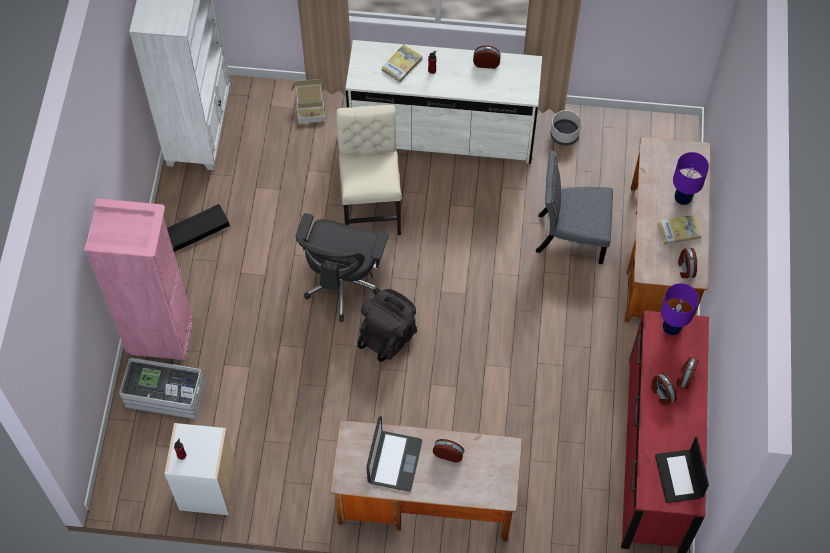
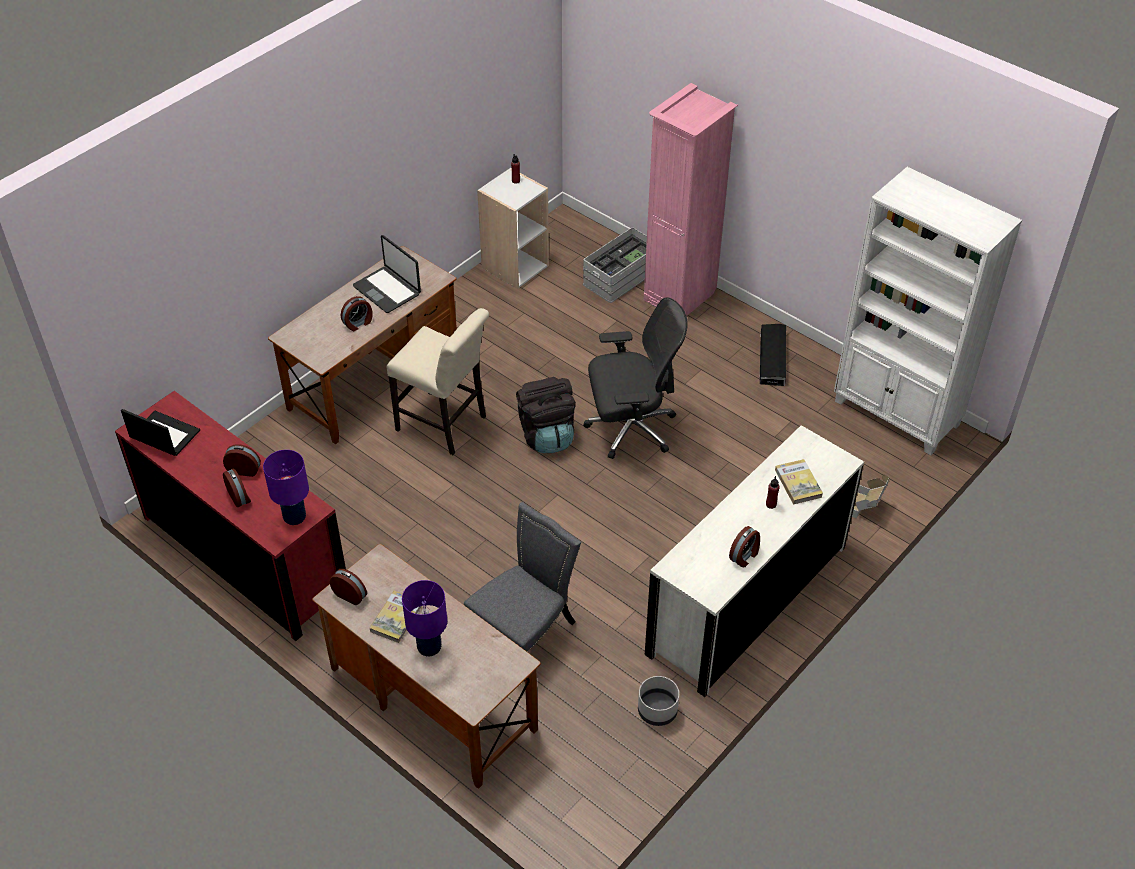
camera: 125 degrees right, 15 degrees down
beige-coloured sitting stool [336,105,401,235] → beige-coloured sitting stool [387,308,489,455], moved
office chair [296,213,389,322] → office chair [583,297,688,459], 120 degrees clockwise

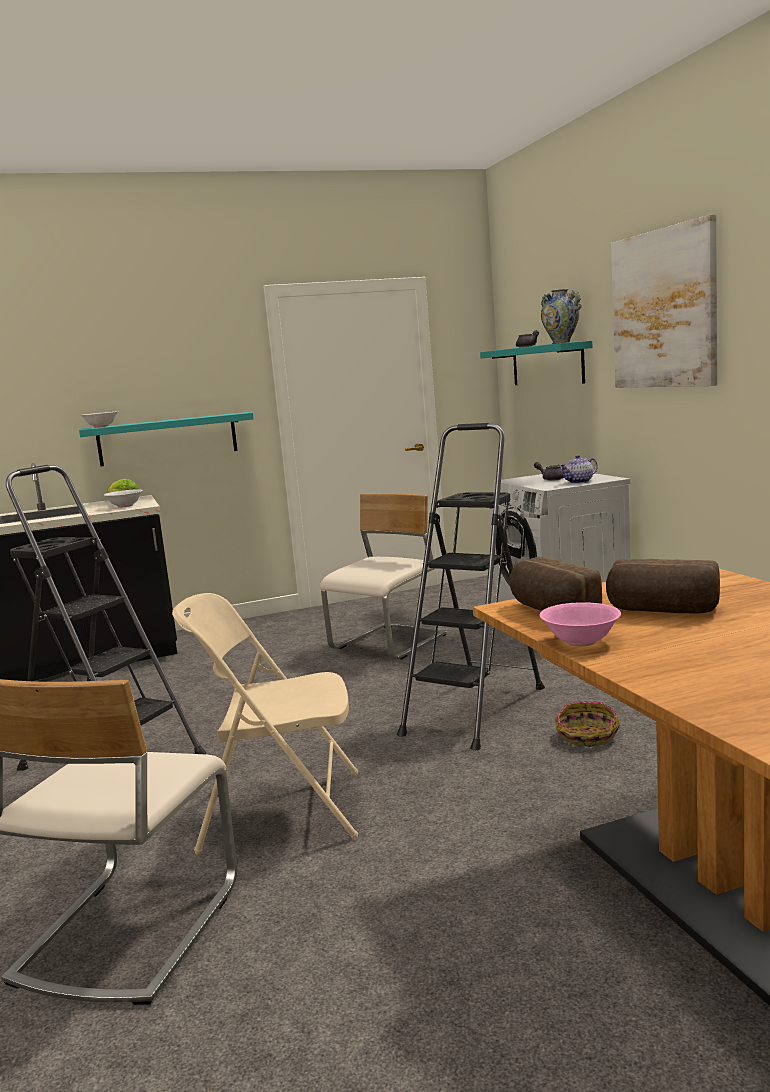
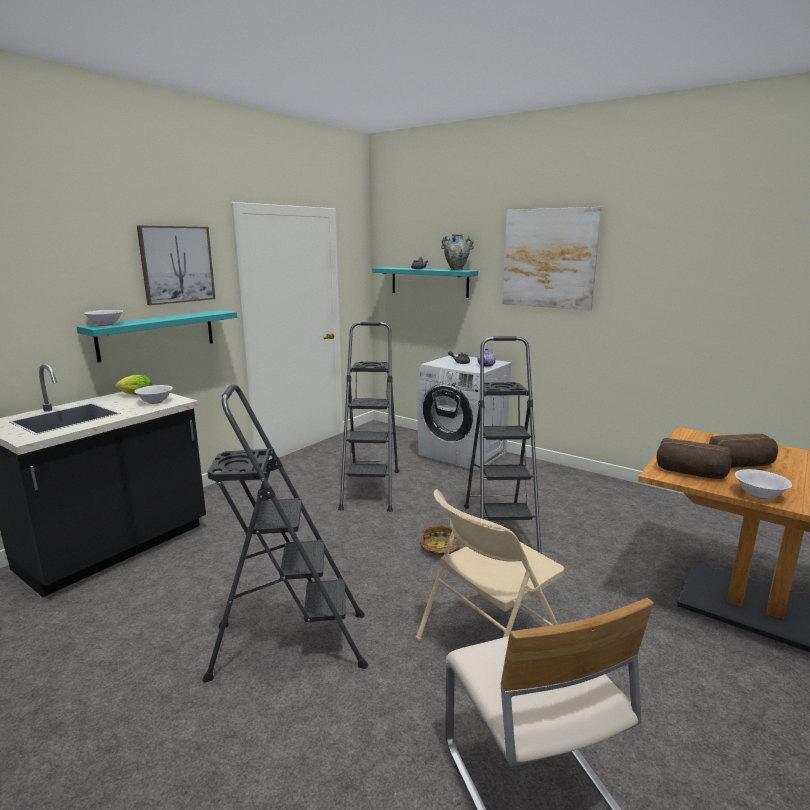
camera: 35 degrees left, 5 degrees up
beige-coloured chair [320,493,447,659] → step stool [338,322,399,512]
pink-coloured bowl [540,602,621,646] → whitish bowl [735,469,792,499]
basket [555,701,620,747] → basket [420,525,461,558], moved
- → wall picture [137,225,215,305]

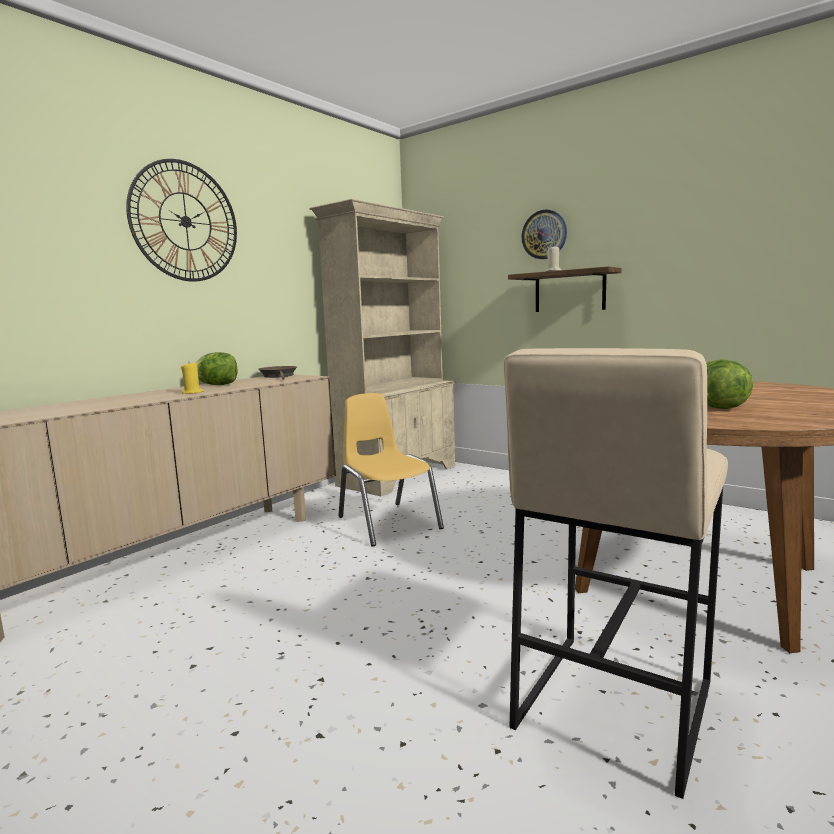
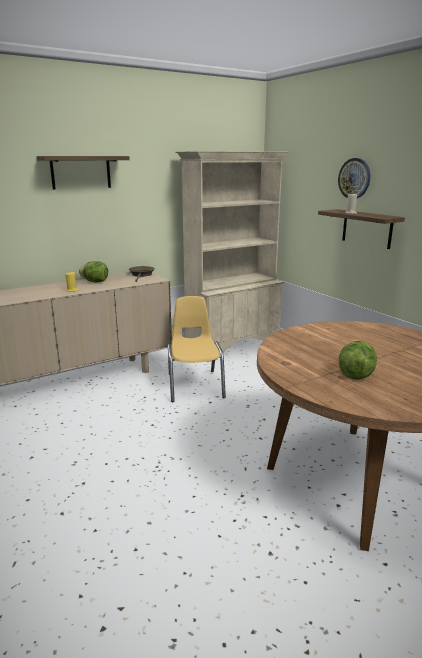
camera: 20 degrees right, 10 degrees up
hanging clock [126,159,237,282] → wall shelf [37,156,130,190]
beige-coloured sitting stool [504,348,728,799] → -

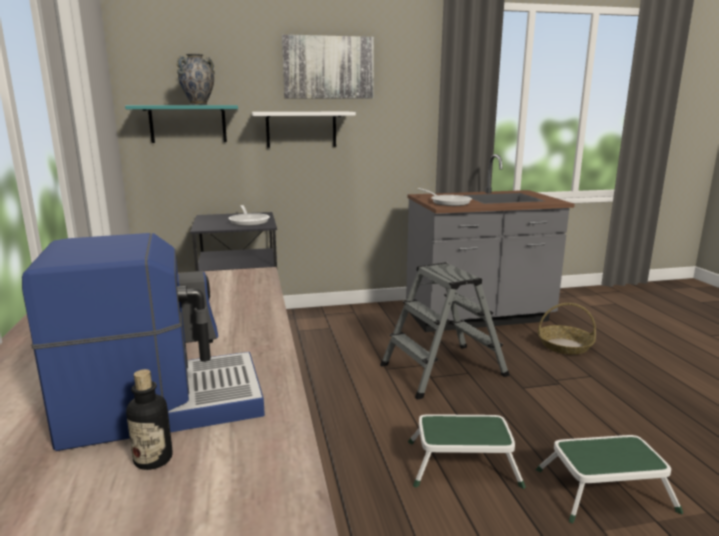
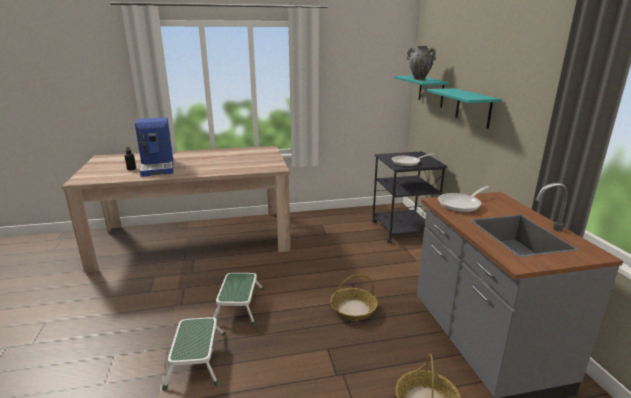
camera: 90 degrees right, 5 degrees up
wall picture [282,34,374,99] → -
whitish wall shelf [252,112,356,148] → turquoise-coloured wall shelf [427,88,501,129]
grey step stool [380,262,510,399] → basket [330,274,378,321]

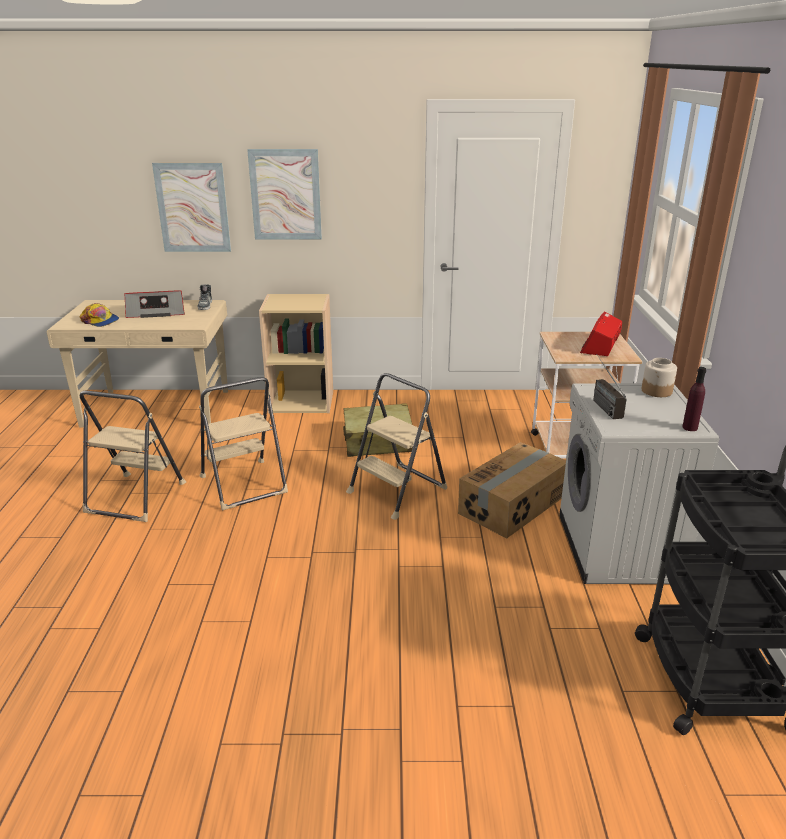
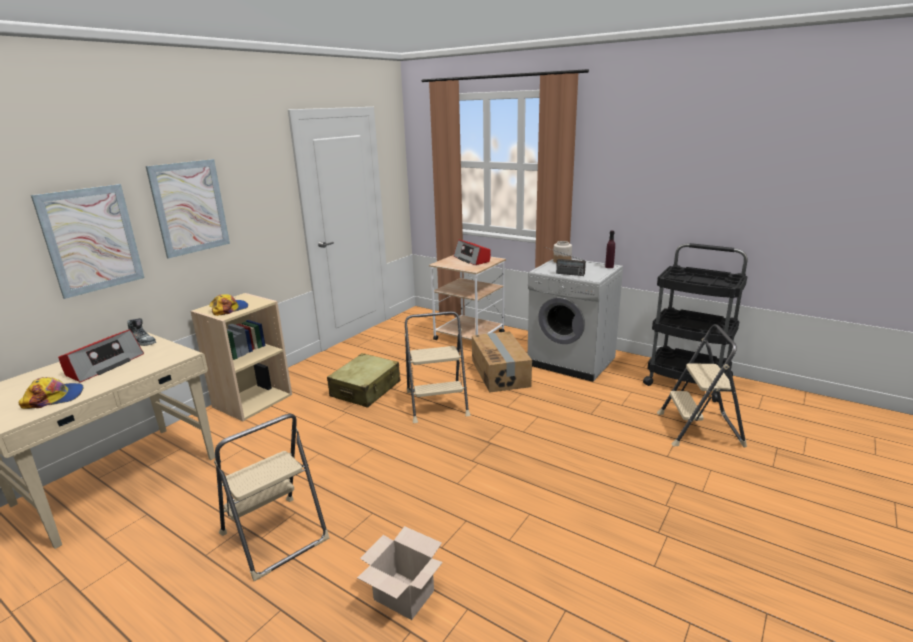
camera: 55 degrees left, 5 degrees down
beige-coloured step stool [199,377,288,510] → beige-coloured step stool [657,324,747,448], moved
- → baseball cap [209,294,248,316]
- → carton [357,526,443,620]

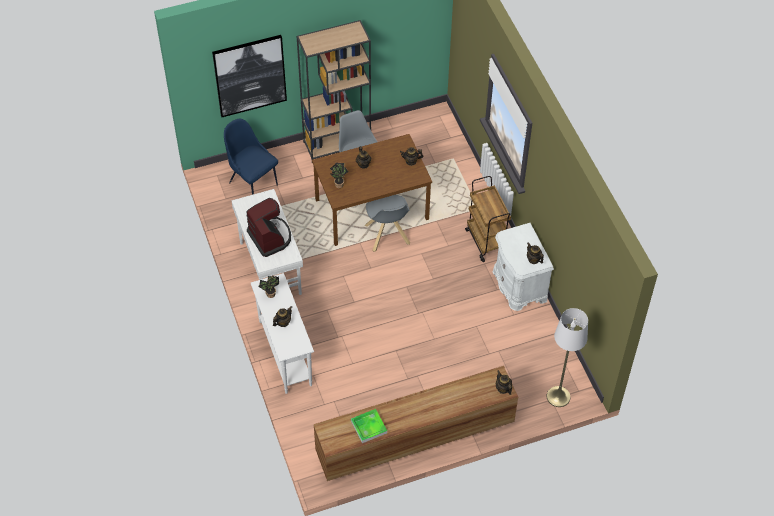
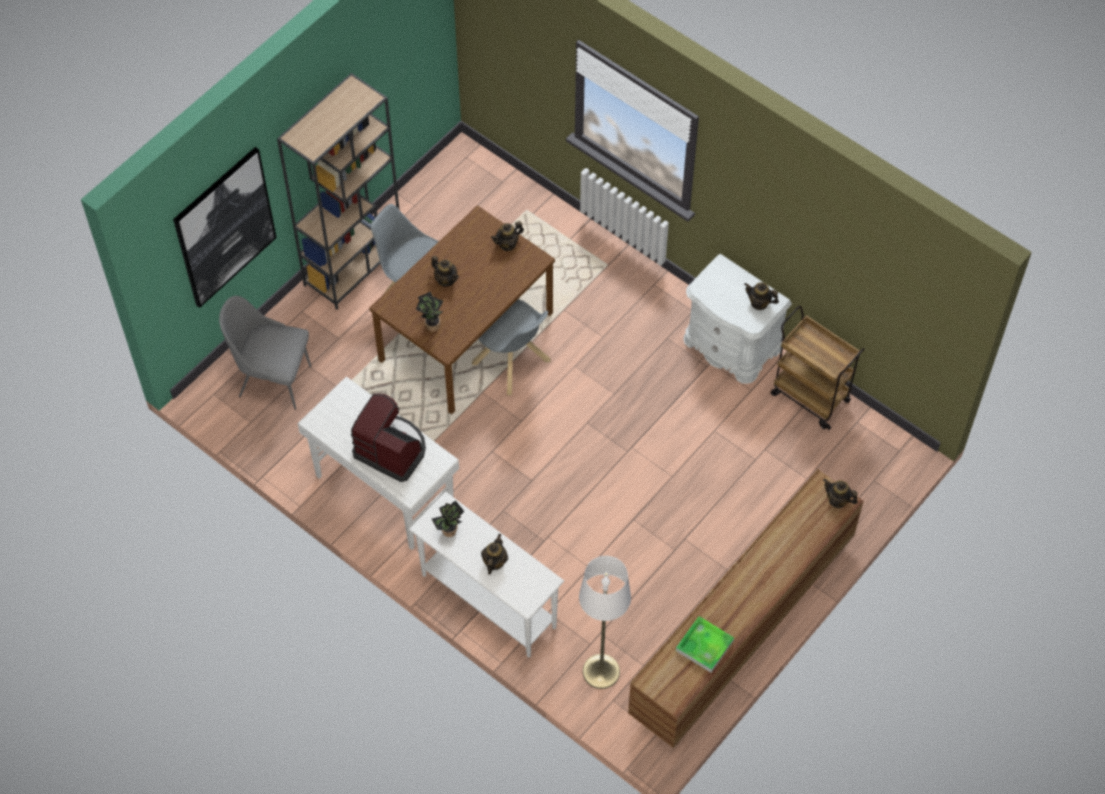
camera: 30 degrees left, 5 degrees up
blue-coloured chair [224,119,278,195] → grey chair [219,296,311,410]
brown-coloured trolley [465,176,511,262] → brown-coloured trolley [771,306,865,430], moved
whitish standard lamp [547,308,588,407] → whitish standard lamp [579,556,631,689], moved

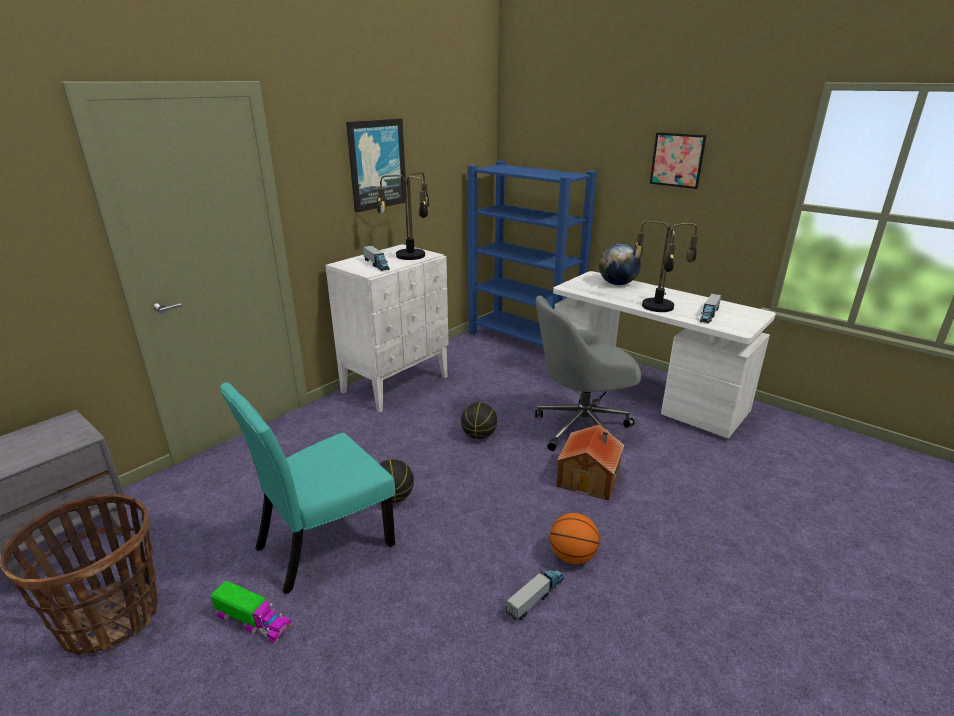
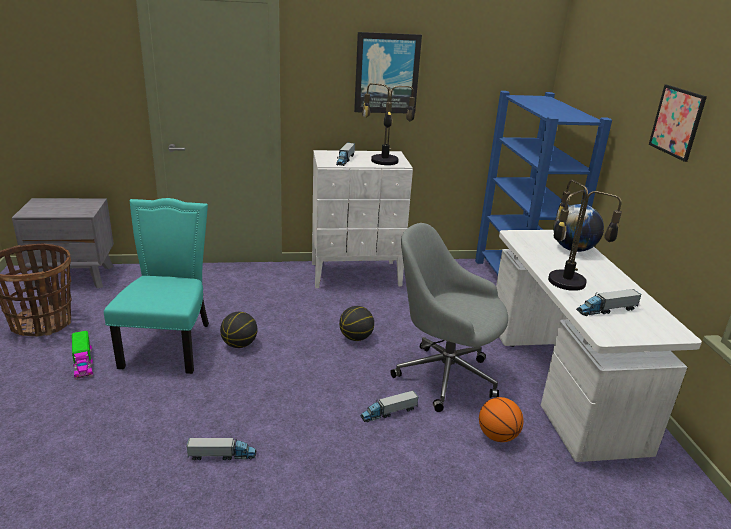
camera: 40 degrees right, 0 degrees up
turquoise-coloured chair [220,383,396,594] → turquoise-coloured chair [104,198,209,374], 90 degrees clockwise
model house [556,425,624,501] → toy lorry [360,390,419,422]
basketball ball [550,513,600,564] → basketball ball [479,397,524,442], moved

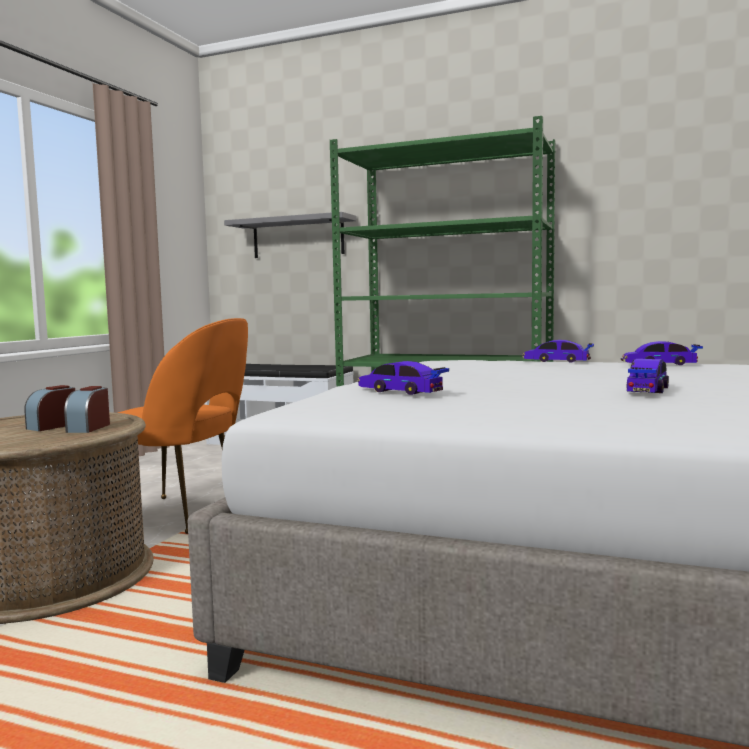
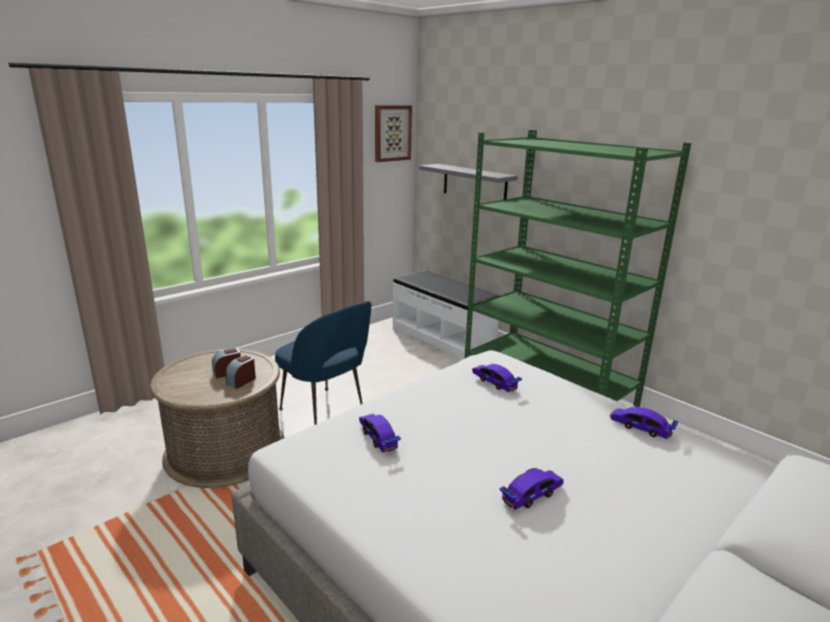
camera: 25 degrees right, 15 degrees up
orangey chair [118,318,248,534] → blue-coloured chair [275,301,371,425]
miniature car [522,340,594,363] → miniature car [472,364,522,392], moved
- → wall picture [375,105,412,162]

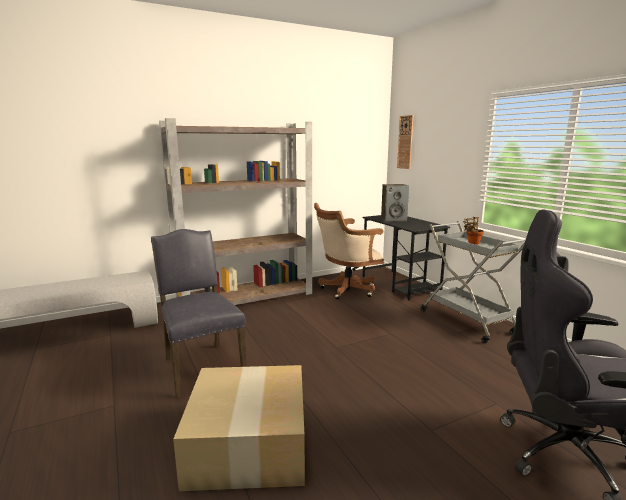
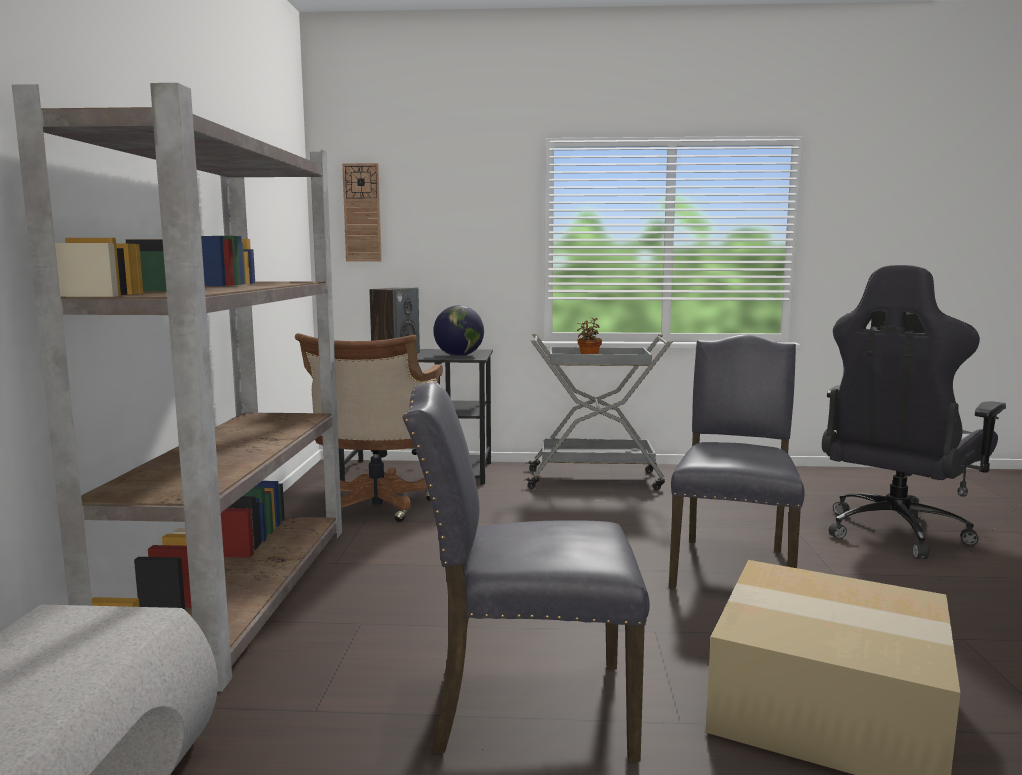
camera: 60 degrees left, 5 degrees down
- → desk globe [433,305,484,356]
- → grey chair [669,335,805,589]

